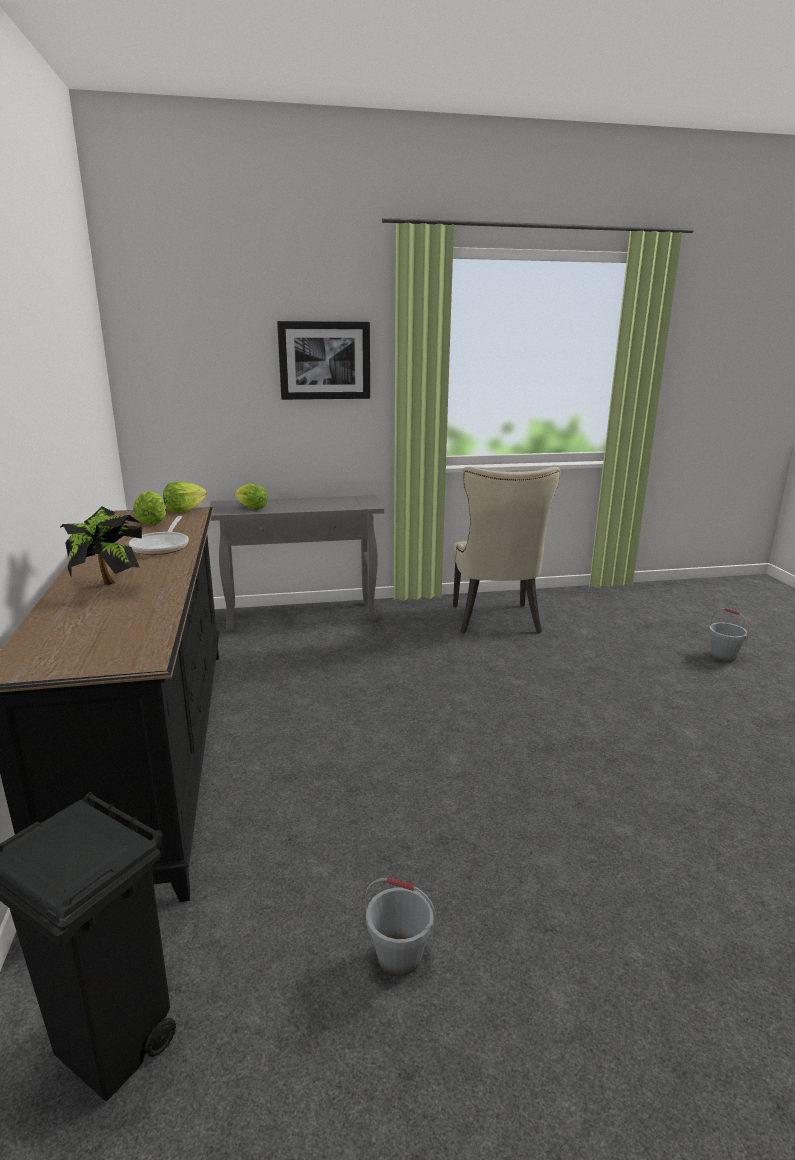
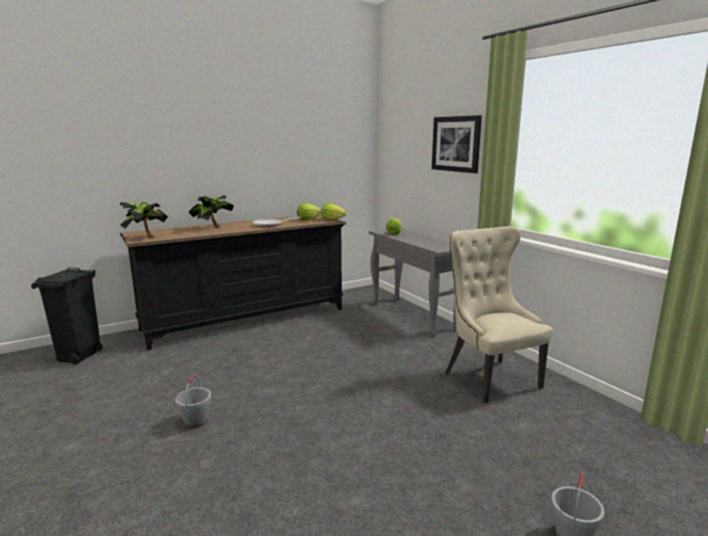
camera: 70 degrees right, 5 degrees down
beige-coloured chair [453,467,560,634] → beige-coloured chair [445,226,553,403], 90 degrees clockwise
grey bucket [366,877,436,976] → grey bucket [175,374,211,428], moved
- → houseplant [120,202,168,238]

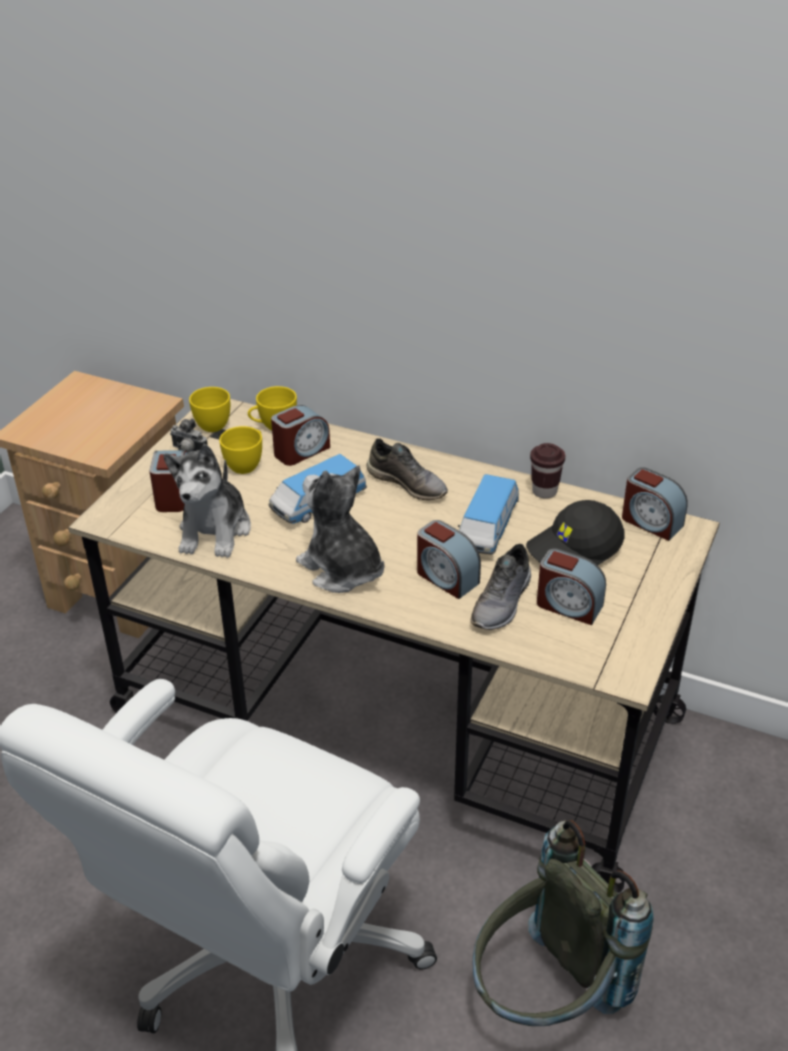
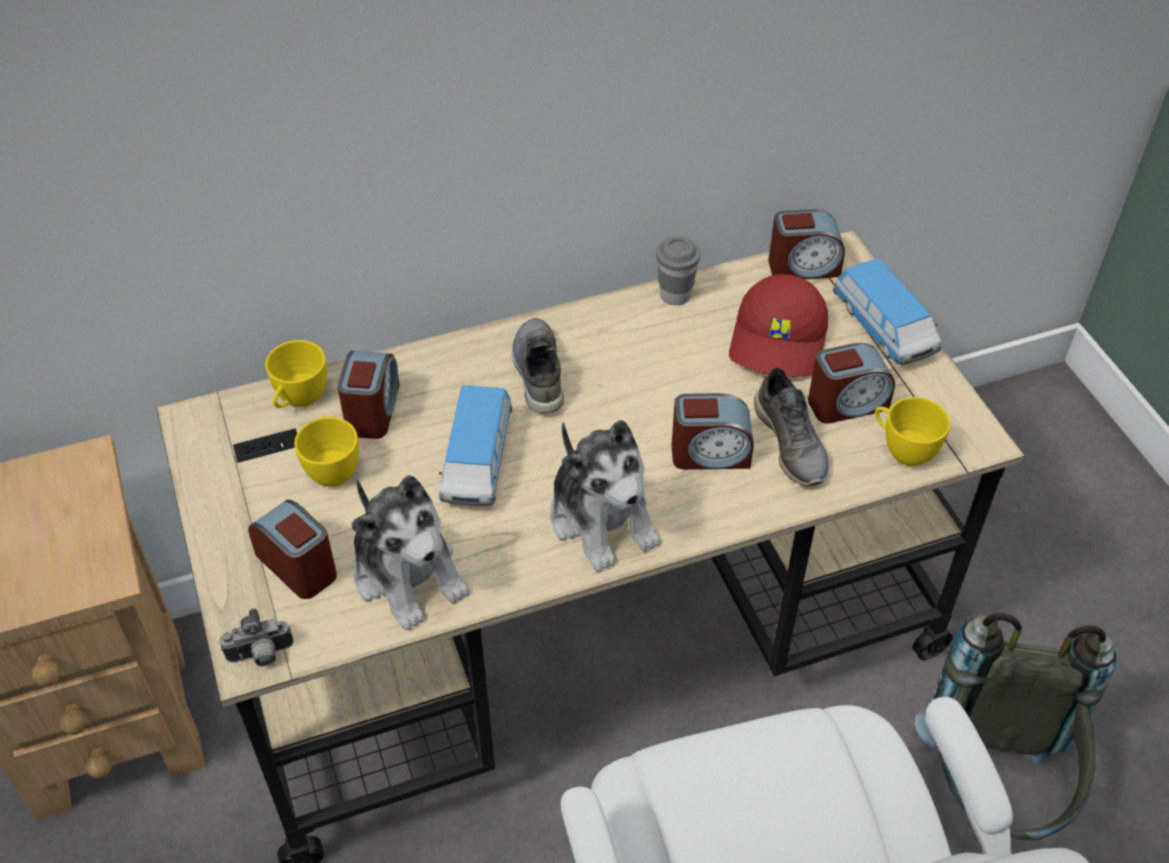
camera: 45 degrees left, 10 degrees up
yellow-coloured small cup [189,387,230,432] → yellow-coloured small cup [875,397,950,466], moved
photo camera [170,418,208,453] → photo camera [220,609,294,666], moved
grey item of footwear [366,438,448,500] → grey item of footwear [512,318,564,414], 90 degrees counterclockwise
brown-coloured small cup [530,443,566,499] → grey small cup [656,237,701,305]
plush toy [296,465,384,593] → plush toy [550,420,660,572], 120 degrees counterclockwise
miniature car [458,474,519,555] → miniature car [833,258,941,365], moved
blackish baseball cap [526,500,625,565] → red-coloured baseball cap [729,274,828,377]

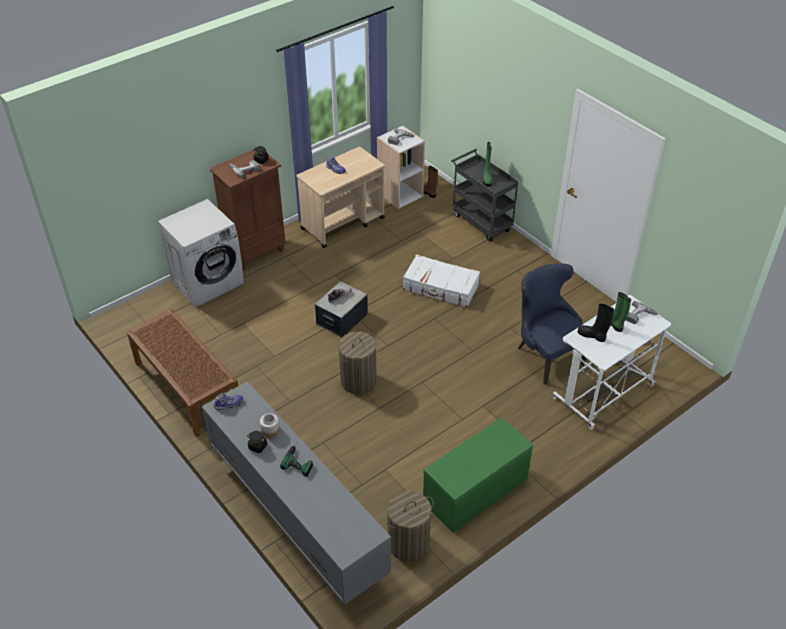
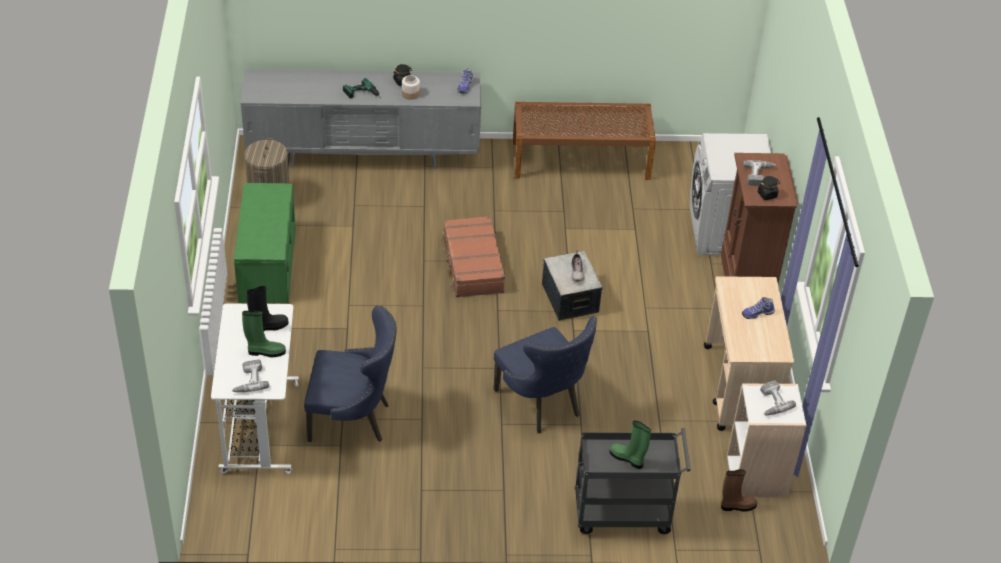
camera: 125 degrees right, 0 degrees up
whitish piece of luggage [403,254,480,308] → blue-coloured chair [494,316,597,433]
hamper [338,331,377,394] → brown-coloured piece of luggage [441,216,505,297]

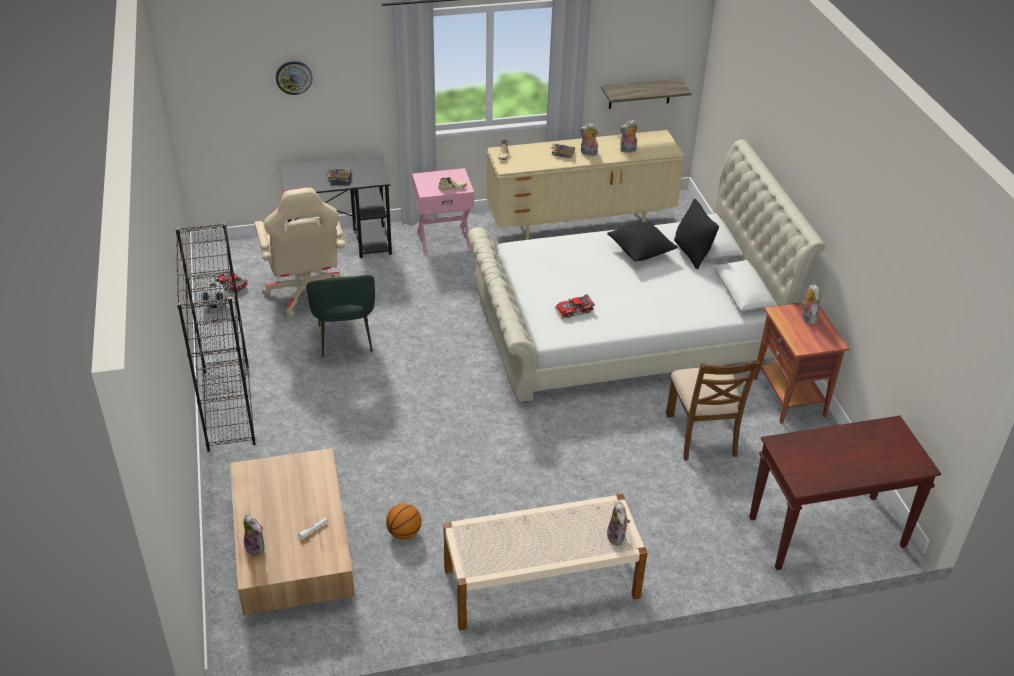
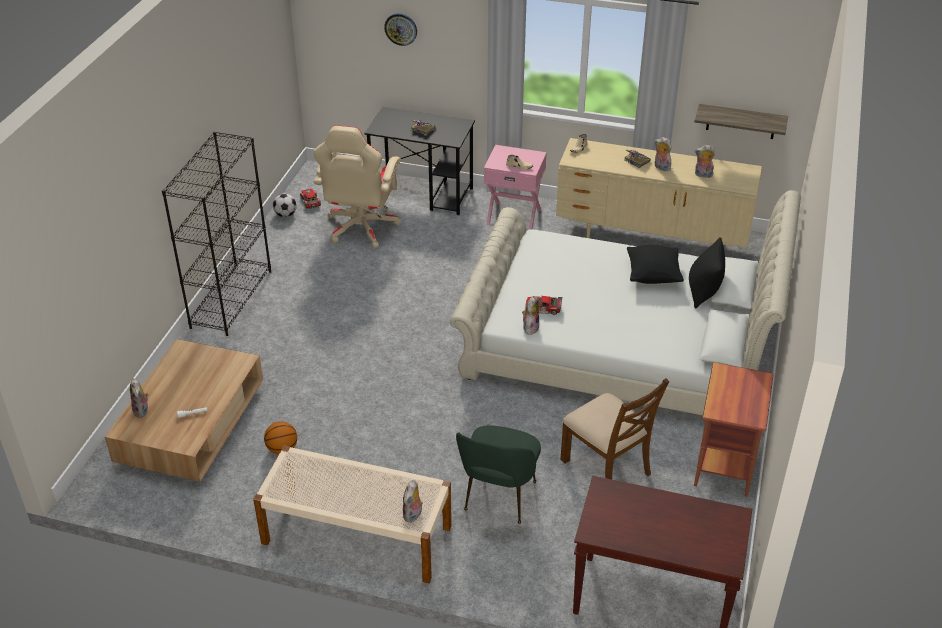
camera: 30 degrees right, 0 degrees up
green chair [306,275,375,357] → green chair [456,425,541,524], moved
plush toy [803,284,821,324] → plush toy [522,296,539,335], moved
brown-coloured chair [666,360,760,461] → brown-coloured chair [560,378,669,479], 60 degrees counterclockwise

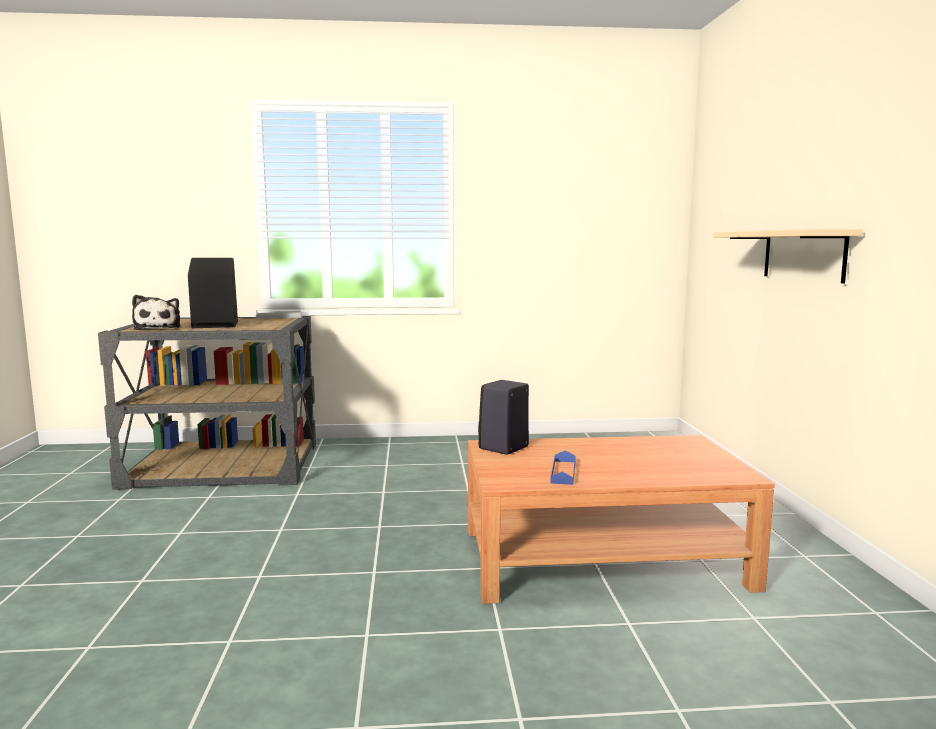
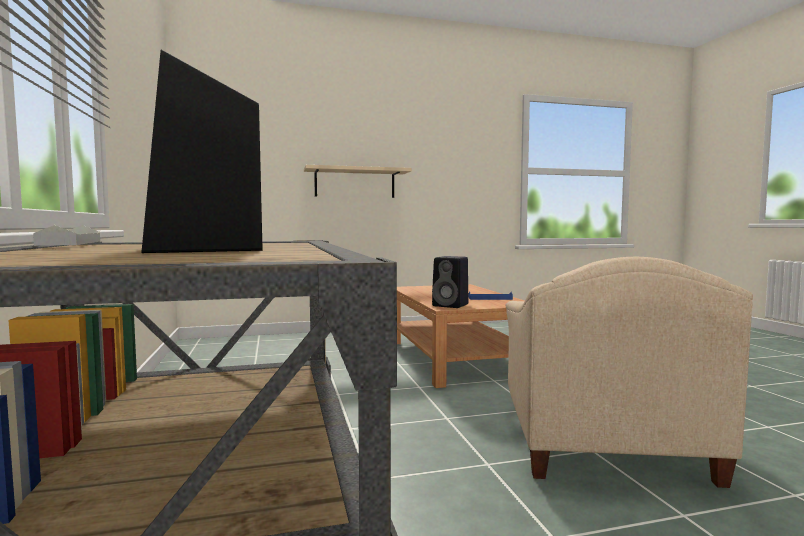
camera: 100 degrees left, 5 degrees down
plush toy [132,295,181,330] → -
- → beige-coloured easy chair [505,257,753,488]

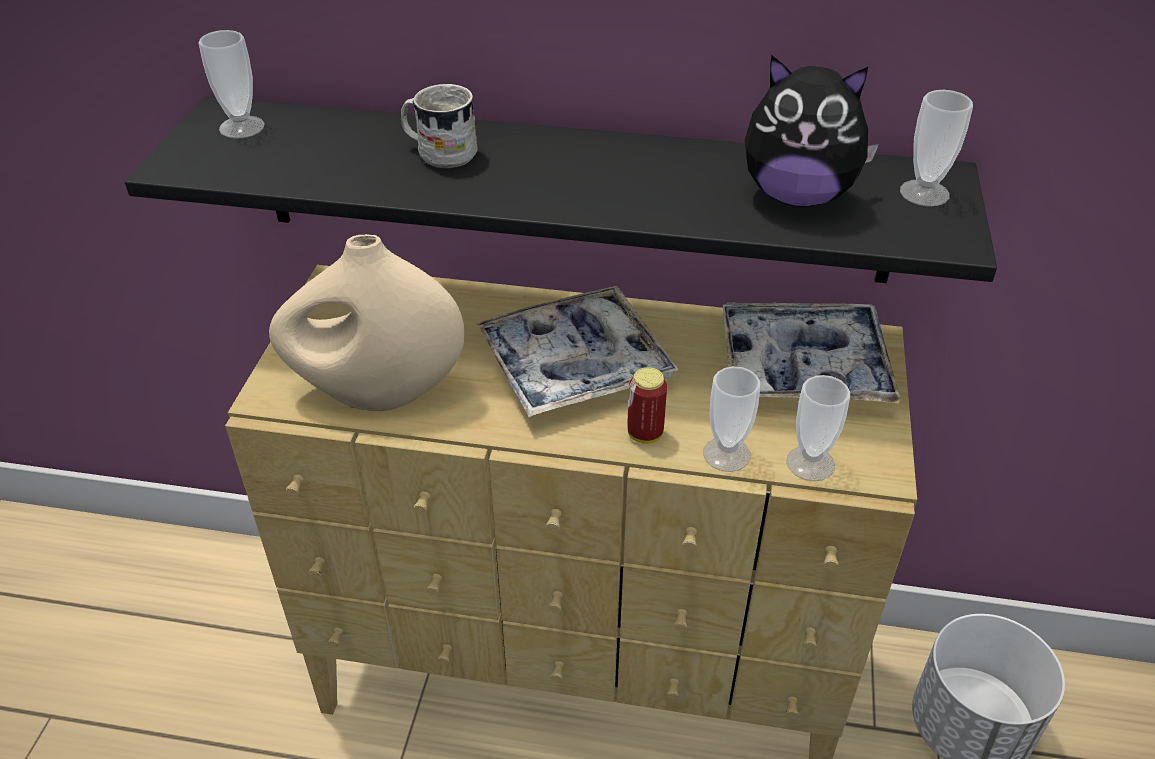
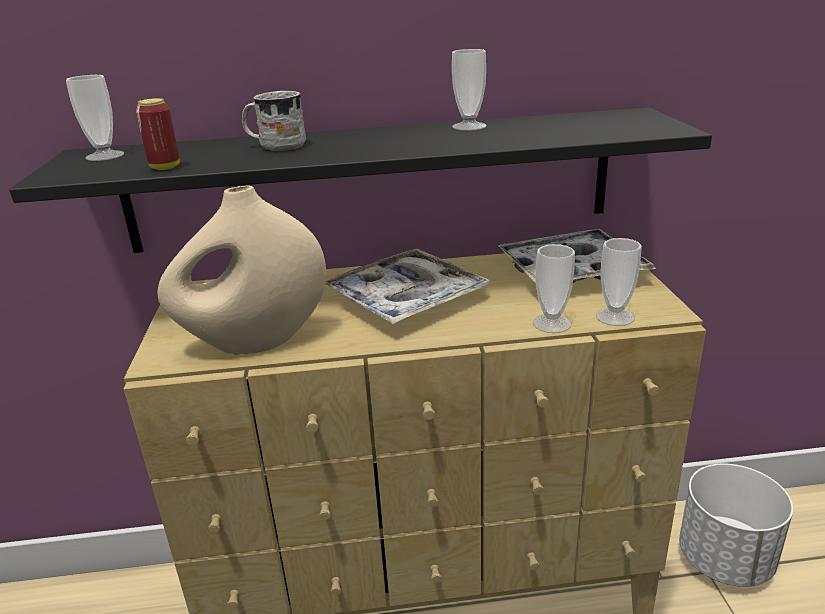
camera: 15 degrees left, 15 degrees down
plush toy [745,55,879,207] → -
small cup [900,90,973,207] → small cup [452,49,487,131], moved
can [627,367,667,444] → can [136,98,180,170], moved

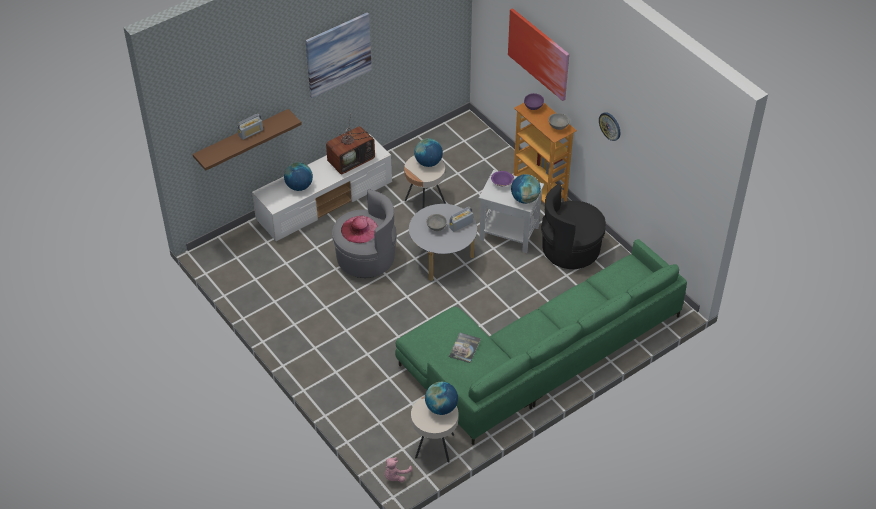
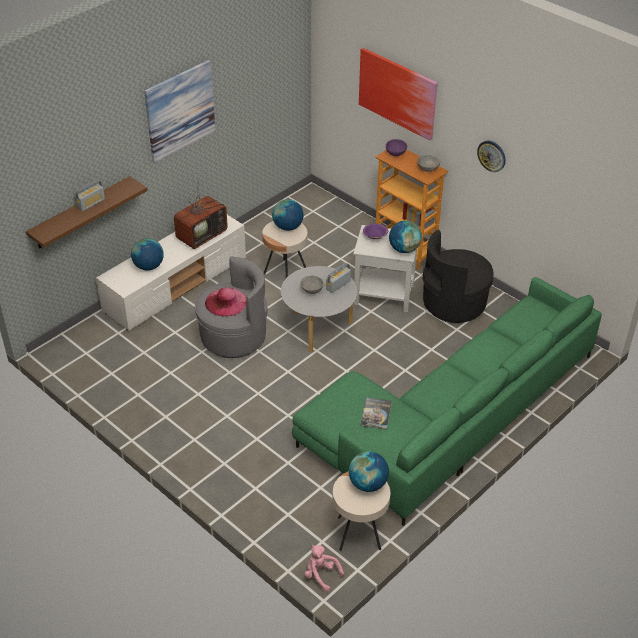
camera: 10 degrees left, 5 degrees down
pink-coloured plush toy [385,457,413,482] → pink-coloured plush toy [304,545,344,592], 105 degrees clockwise

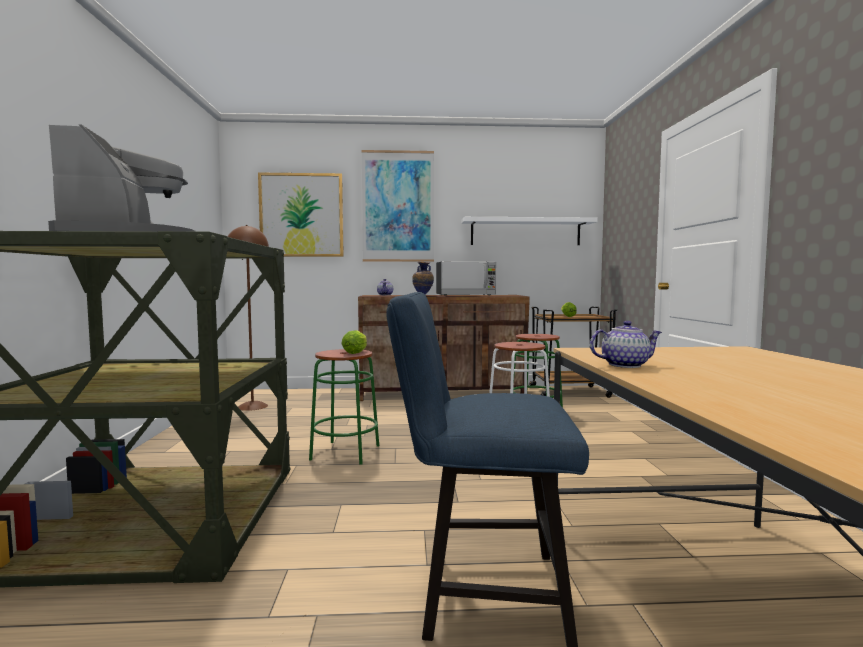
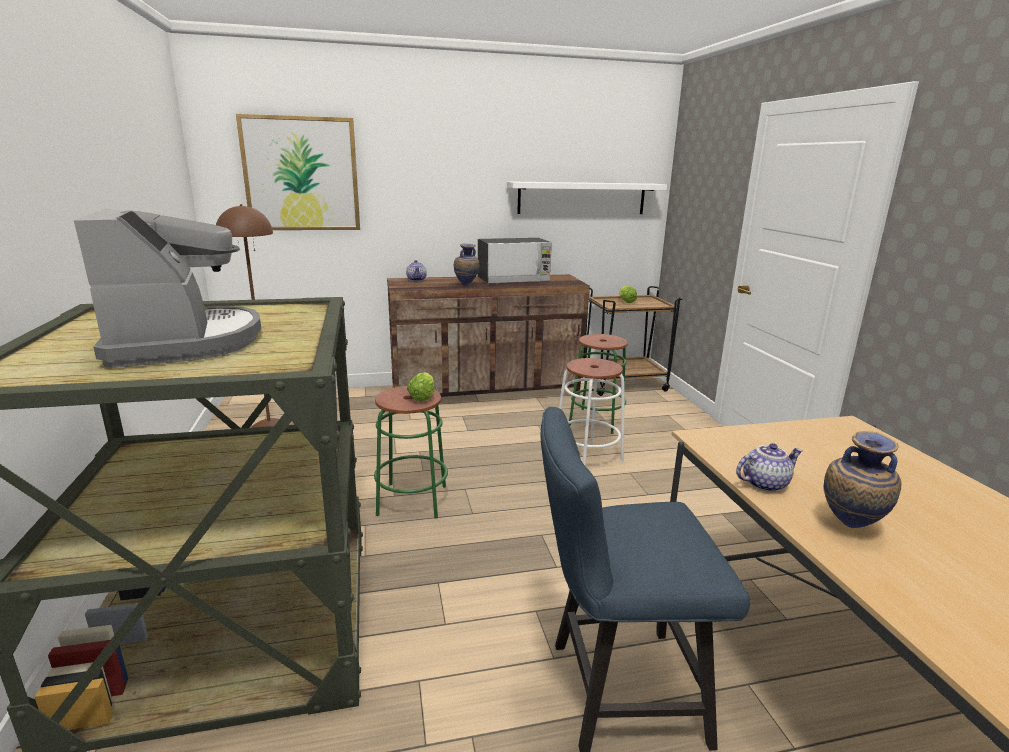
camera: 10 degrees left, 15 degrees up
wall picture [361,150,434,262] → -
- → vase [824,431,902,528]

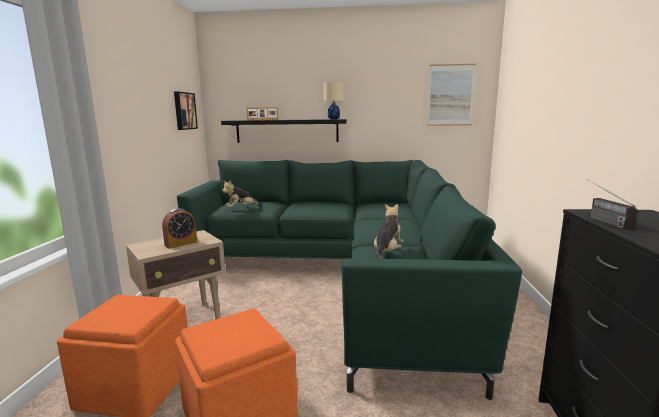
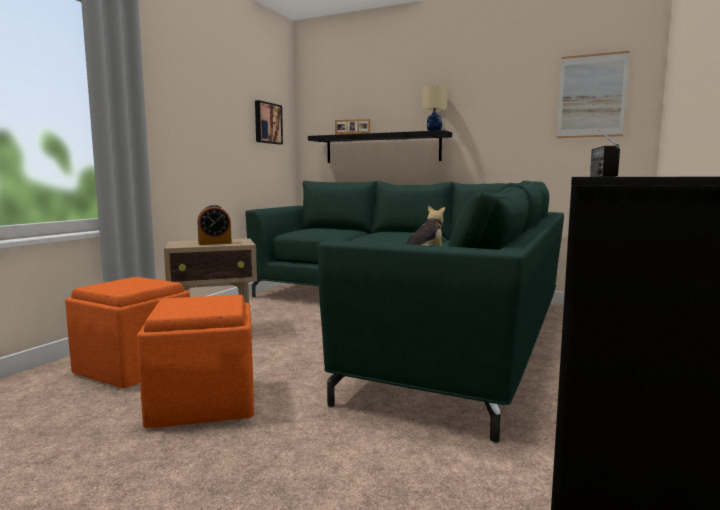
camera: 20 degrees right, 5 degrees down
plush toy [222,180,261,208] → -

